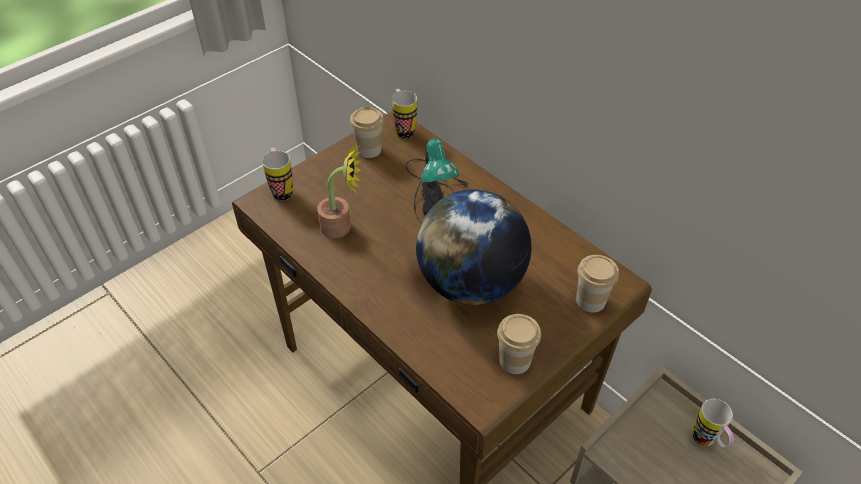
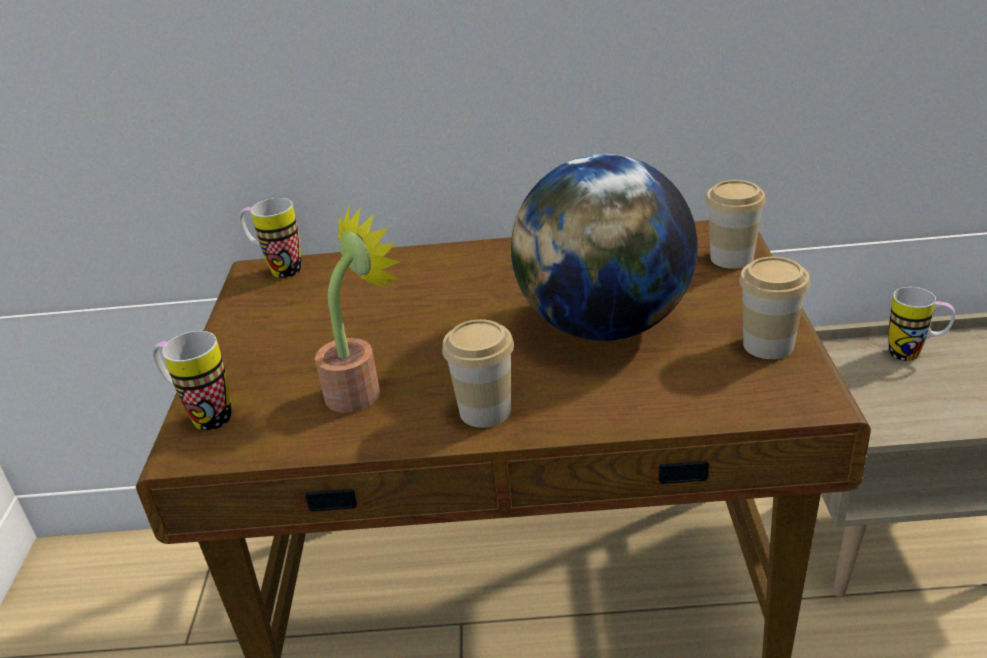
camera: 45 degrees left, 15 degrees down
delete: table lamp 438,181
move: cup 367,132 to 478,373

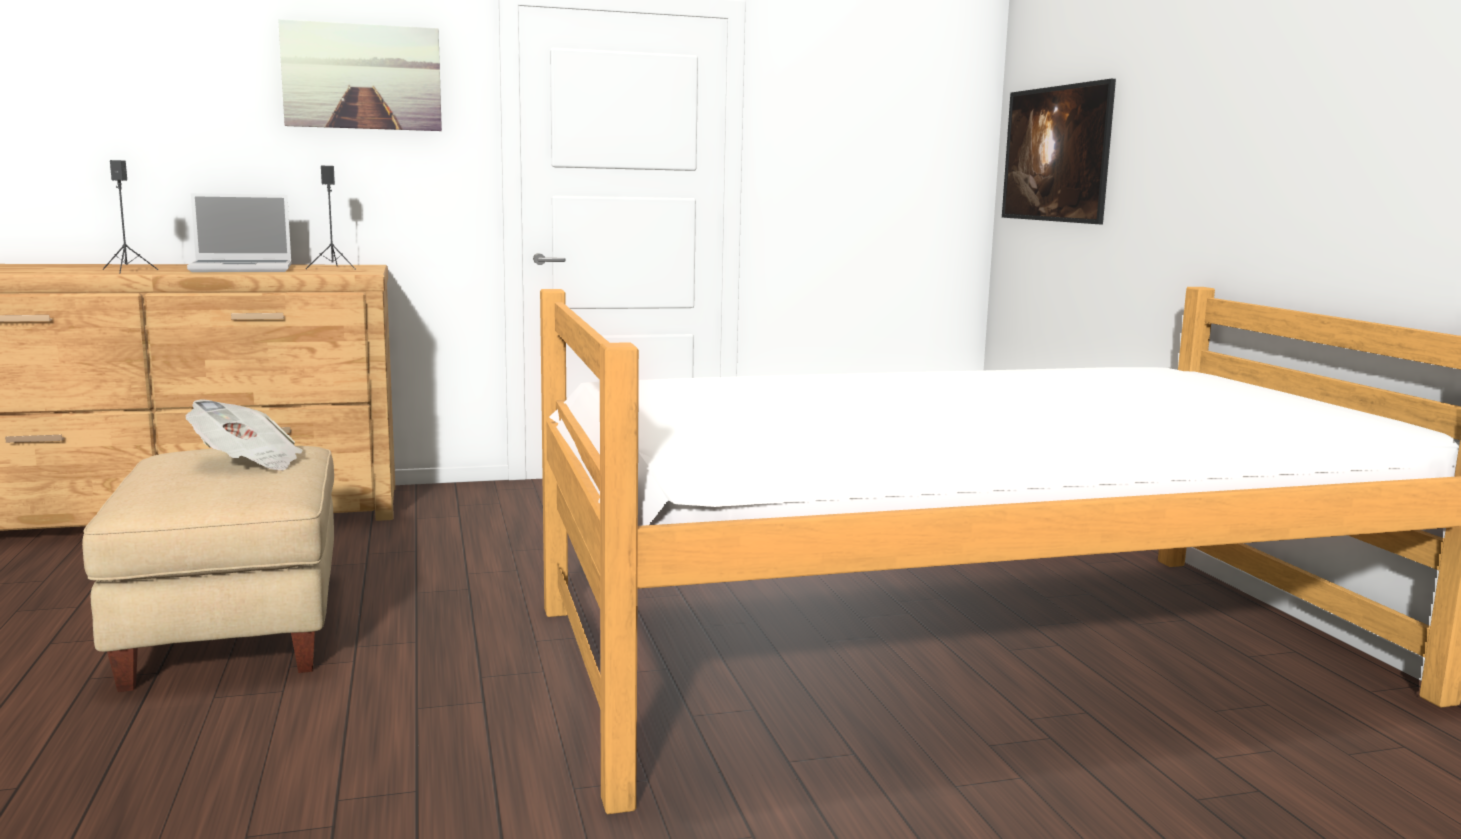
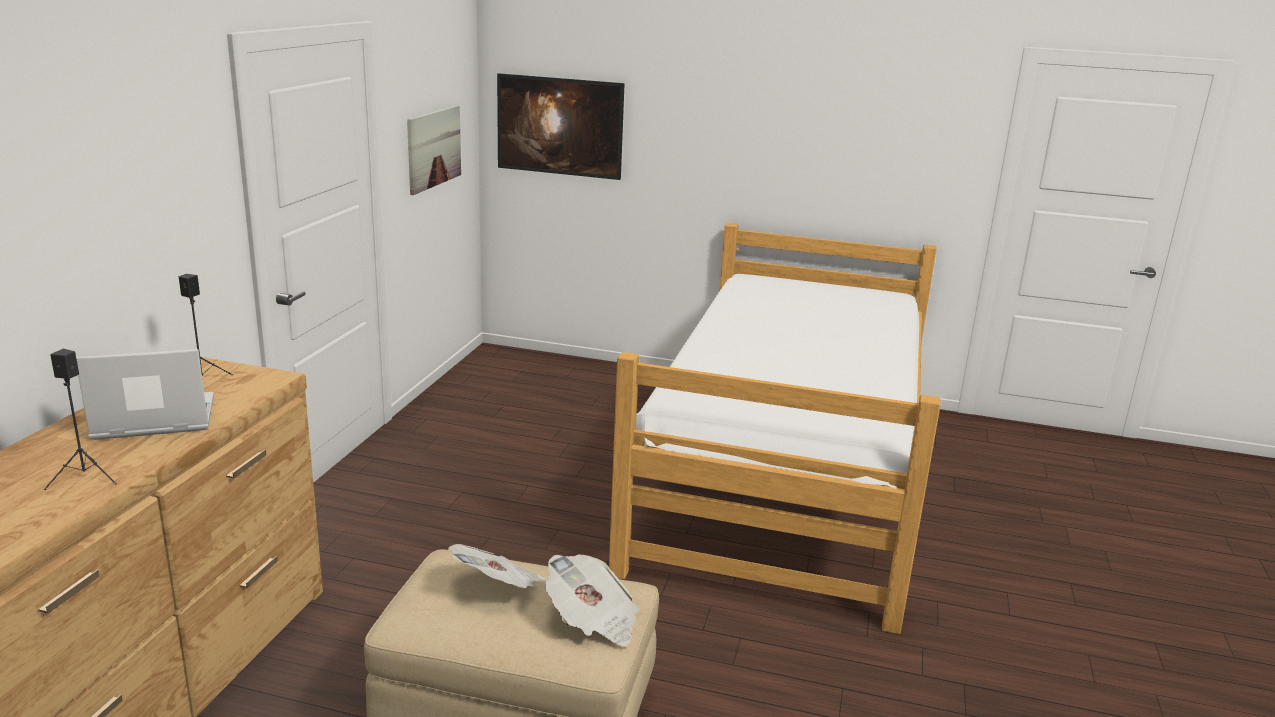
camera: 60 degrees left, 10 degrees up
insert: newspaper 592,600
move: picture 360,75 to 434,150
rotate: laptop 239,232 = 145,394 120 degrees counterclockwise

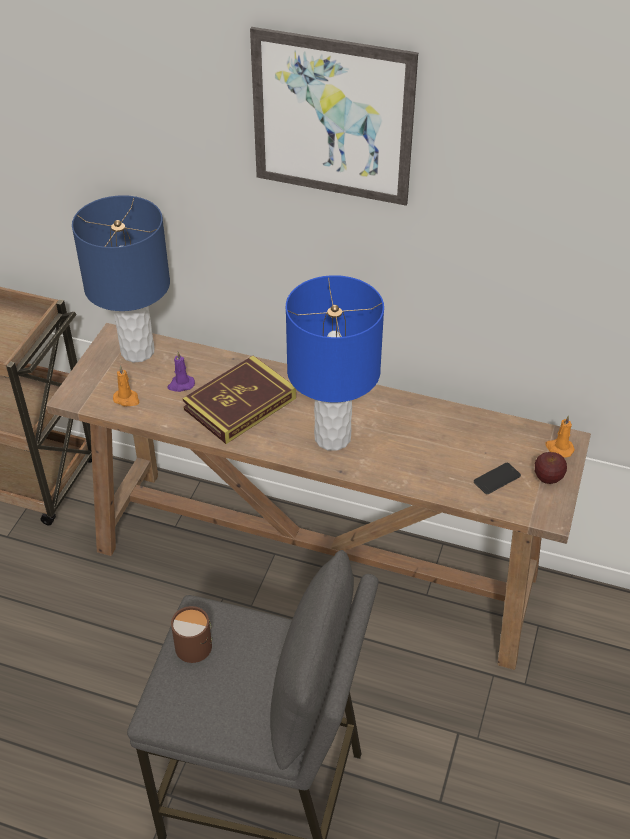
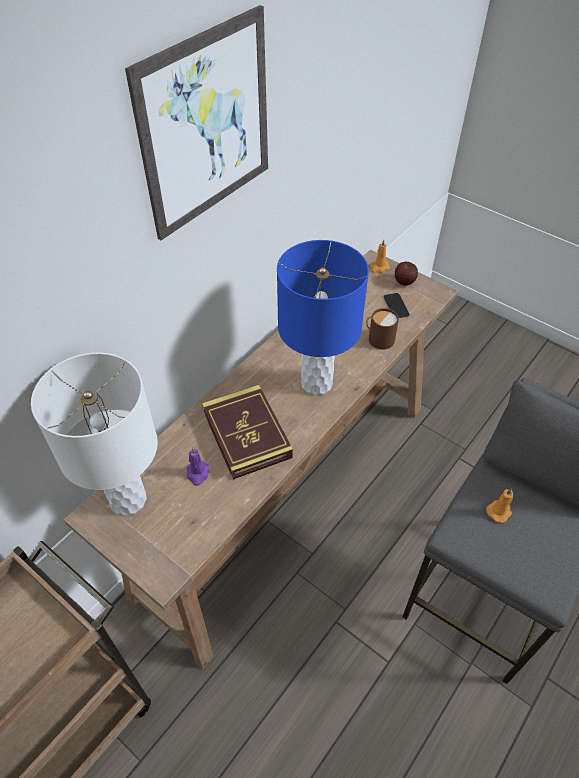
camera: 70 degrees left, 5 degrees up
move: brown mug 191,634 to 382,328; orange candle 126,385 to 499,505
recolor: blue table lamp 121,279 to white table lamp 94,434

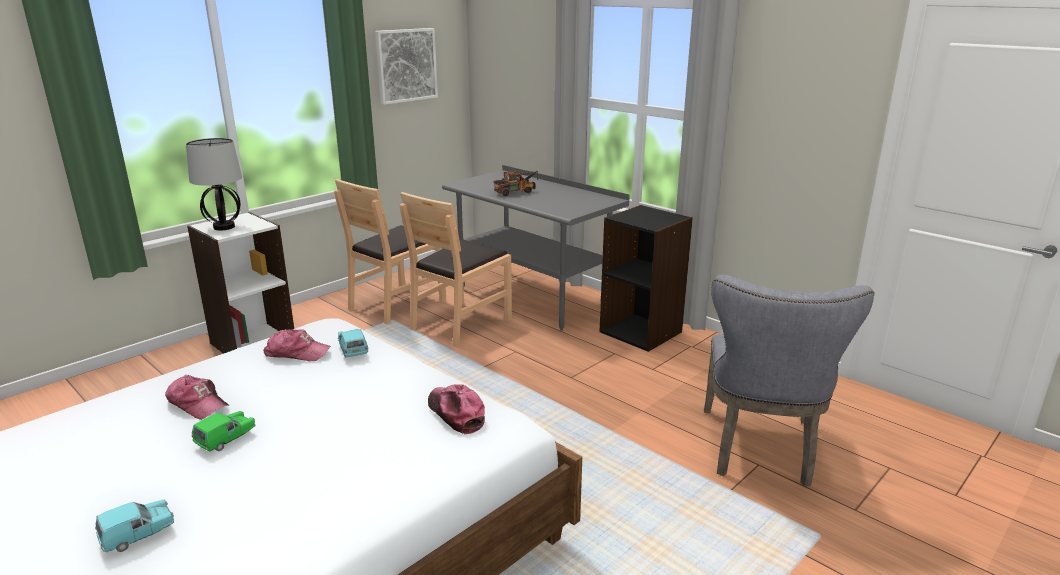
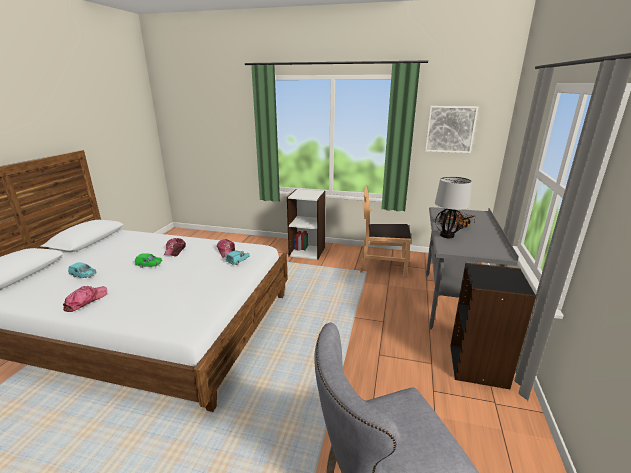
camera: 60 degrees right, 0 degrees up
delete: brown chair 456,269
move: cap 456,409 to 85,299; table lamp 214,184 to 453,207

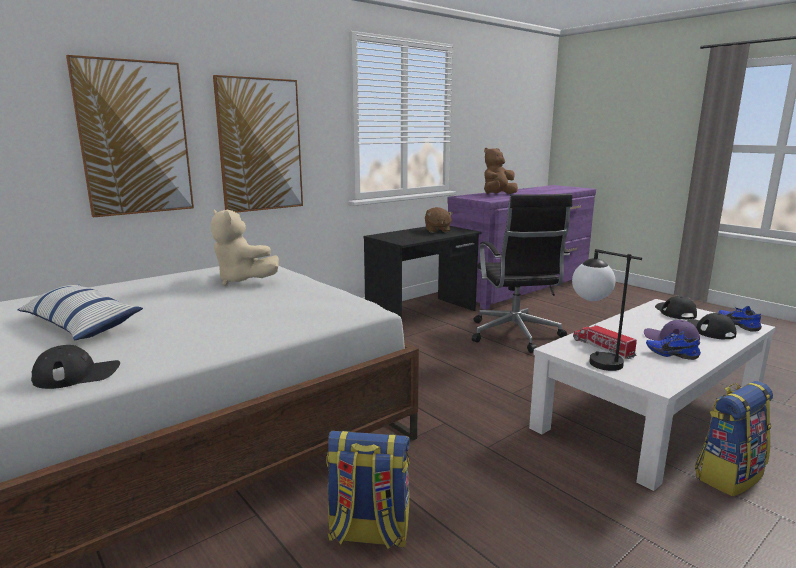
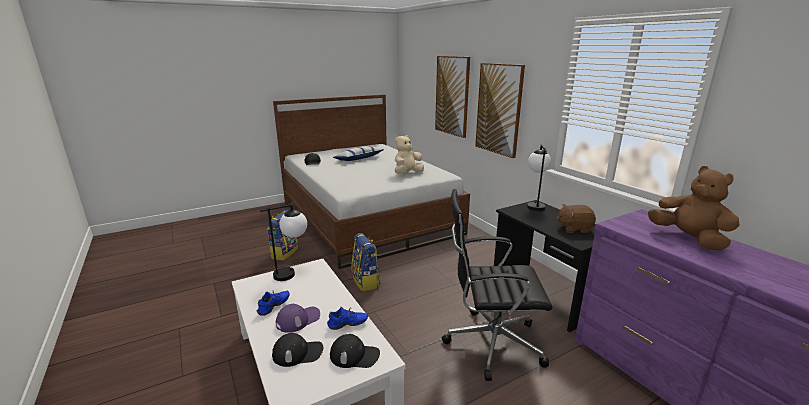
camera: 100 degrees right, 5 degrees up
delete: toy truck 605,342
insert: table lamp 539,177
move: blue shoe 740,319 to 347,318; backpack 734,439 to 366,262

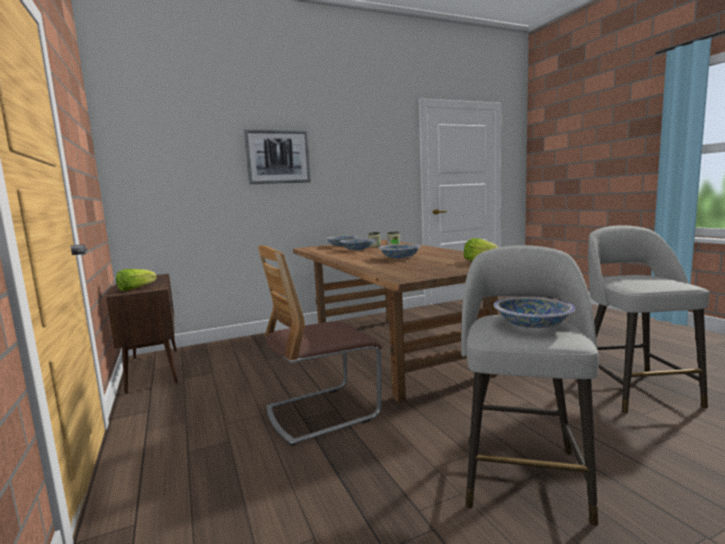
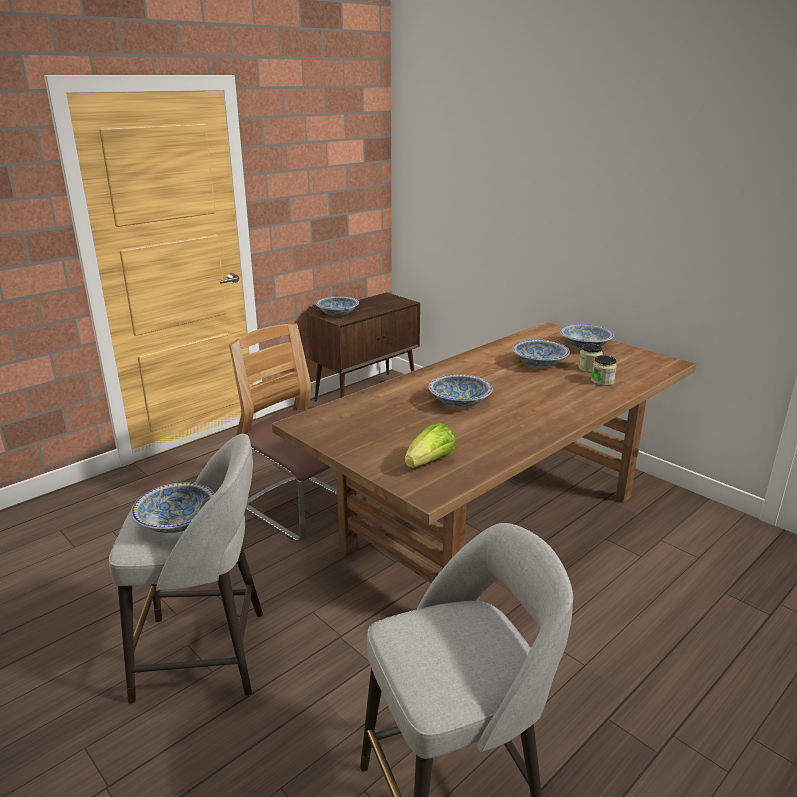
camera: 70 degrees right, 15 degrees up
delete: picture 277,156
replace: lettuce 136,280 to bowl 337,306

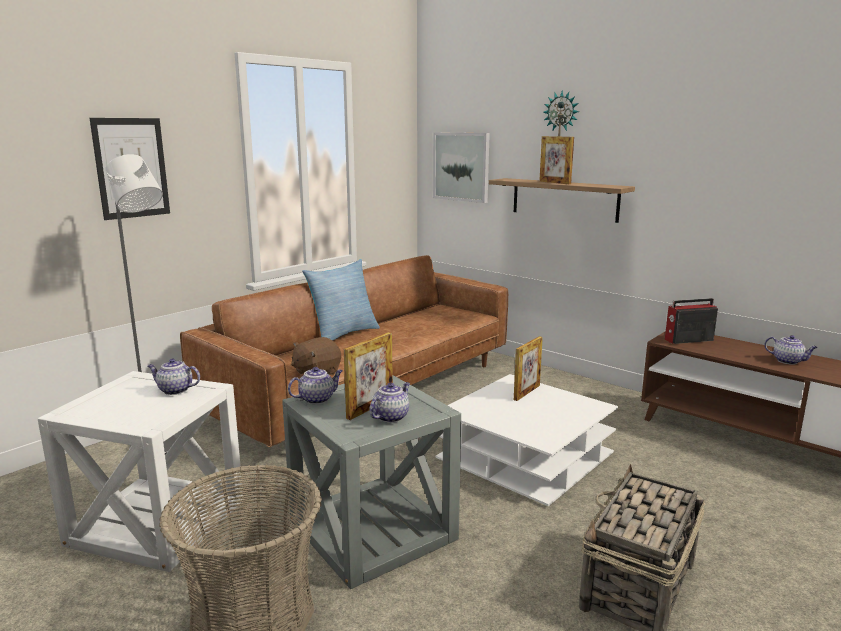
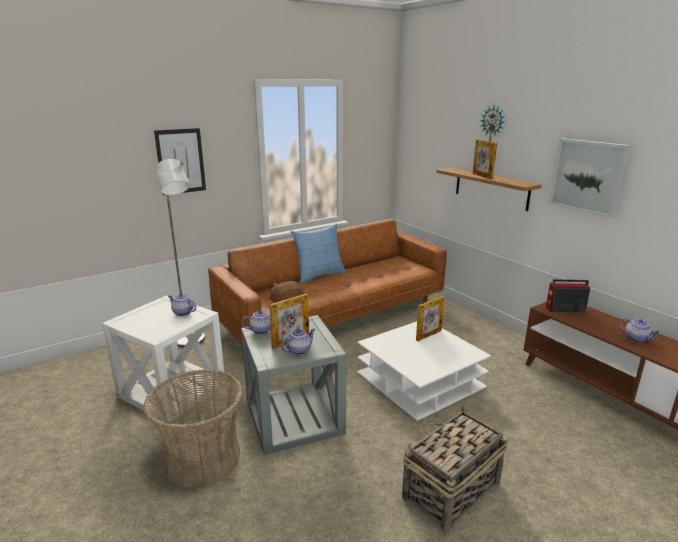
camera: 15 degrees right, 5 degrees up
move: picture 461,167 to 590,178

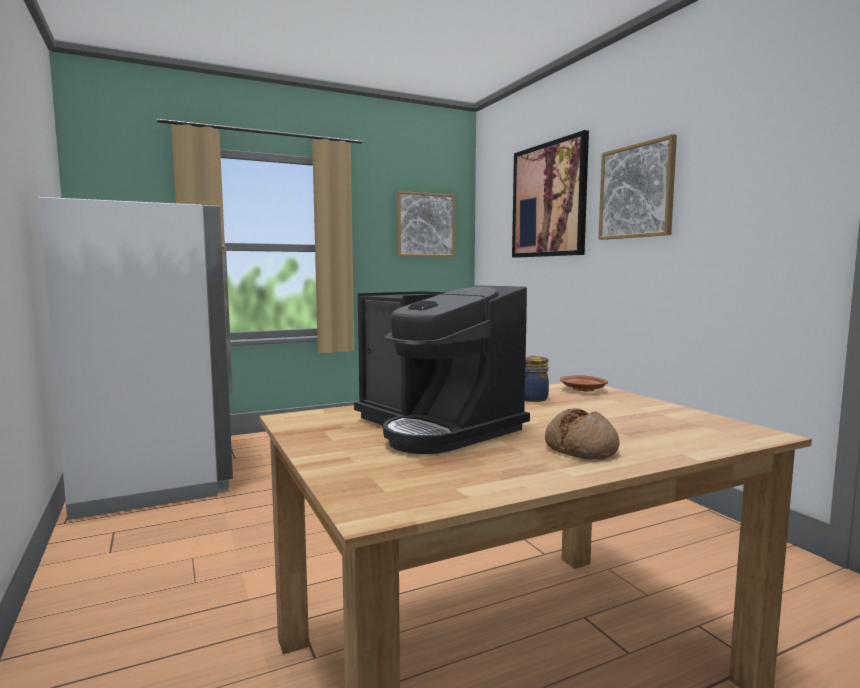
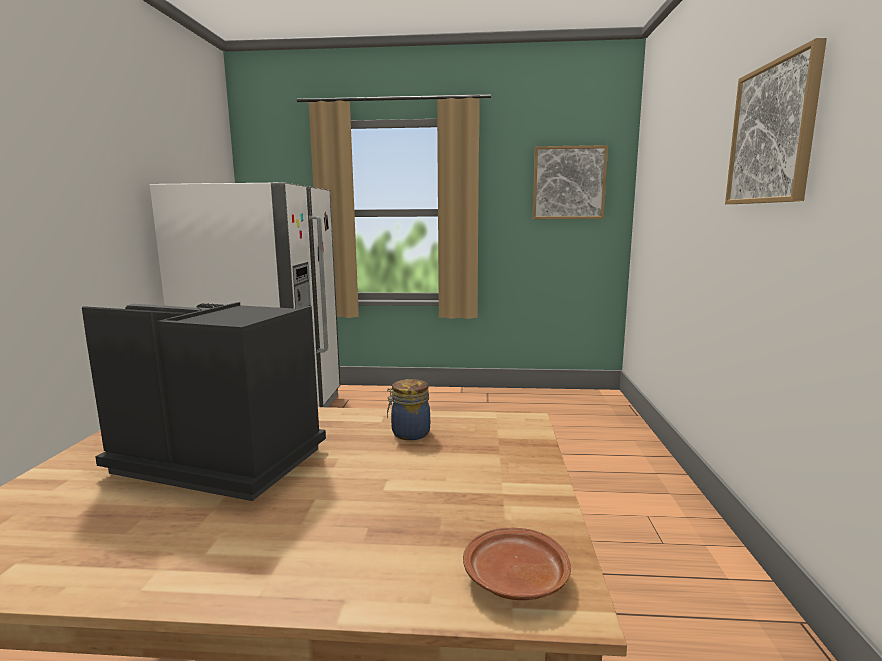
camera: 30 degrees right, 5 degrees up
delete: picture 550,194; bread 582,434
move: brown plate 584,383 to 517,564
rotate: coffee machine 442,369 = 204,401 120 degrees clockwise

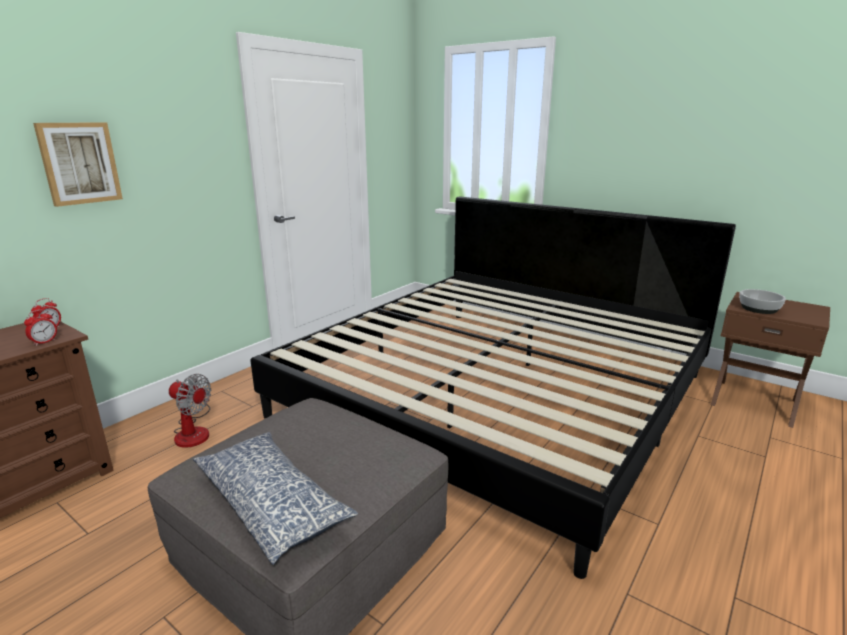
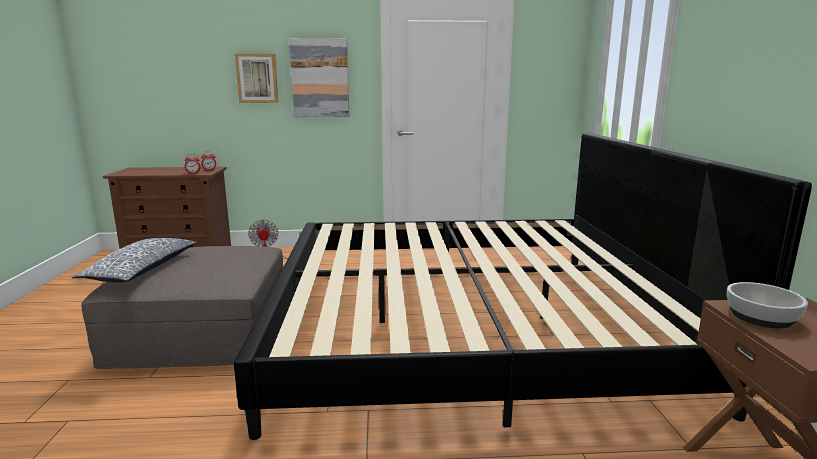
camera: 50 degrees right, 5 degrees down
insert: picture 319,78

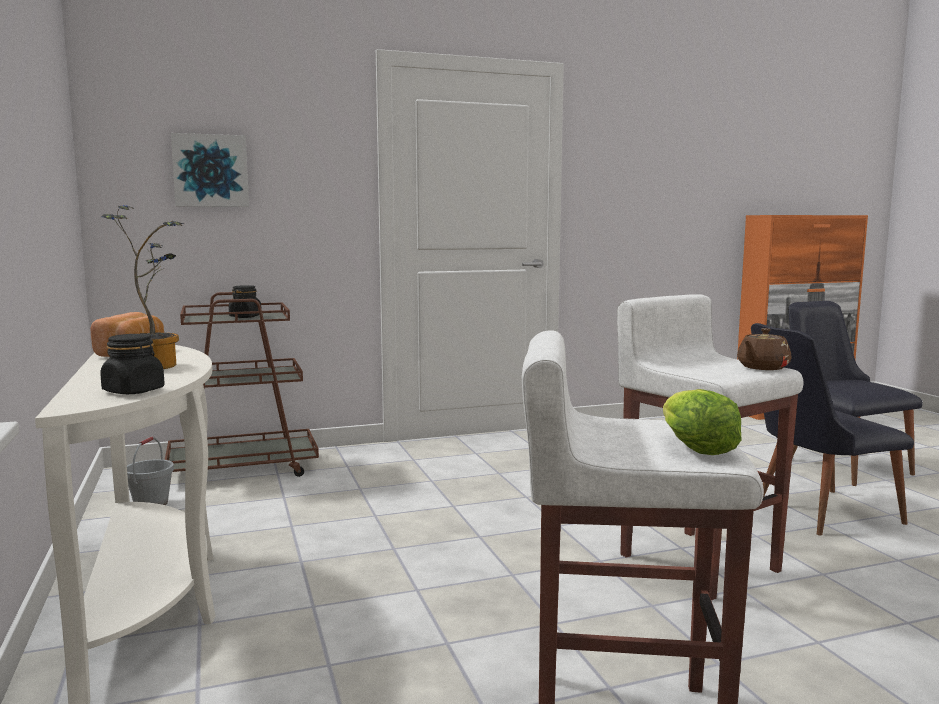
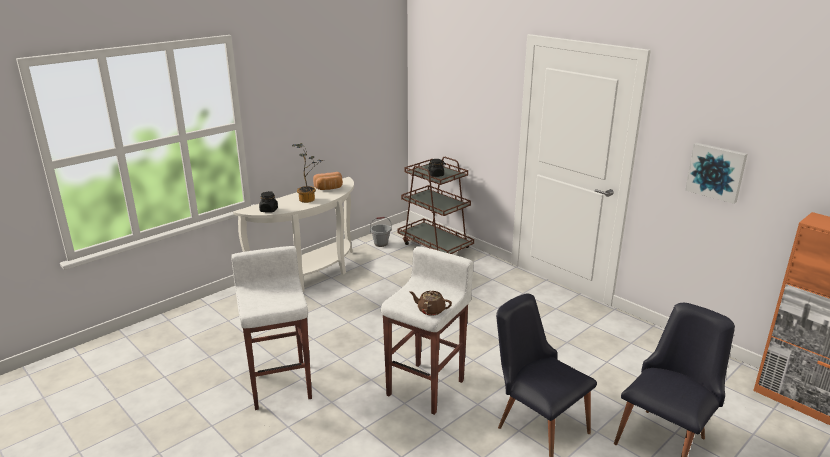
camera: 65 degrees right, 15 degrees up
delete: lettuce 702,422
move: picture 210,170 to 716,173

